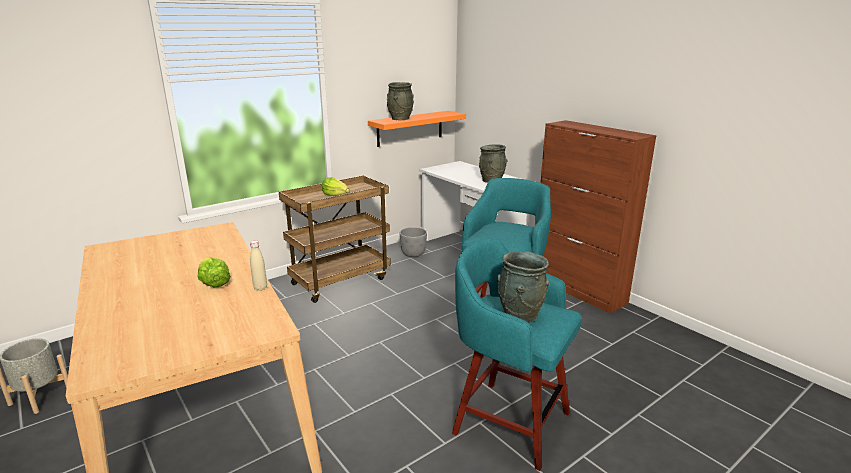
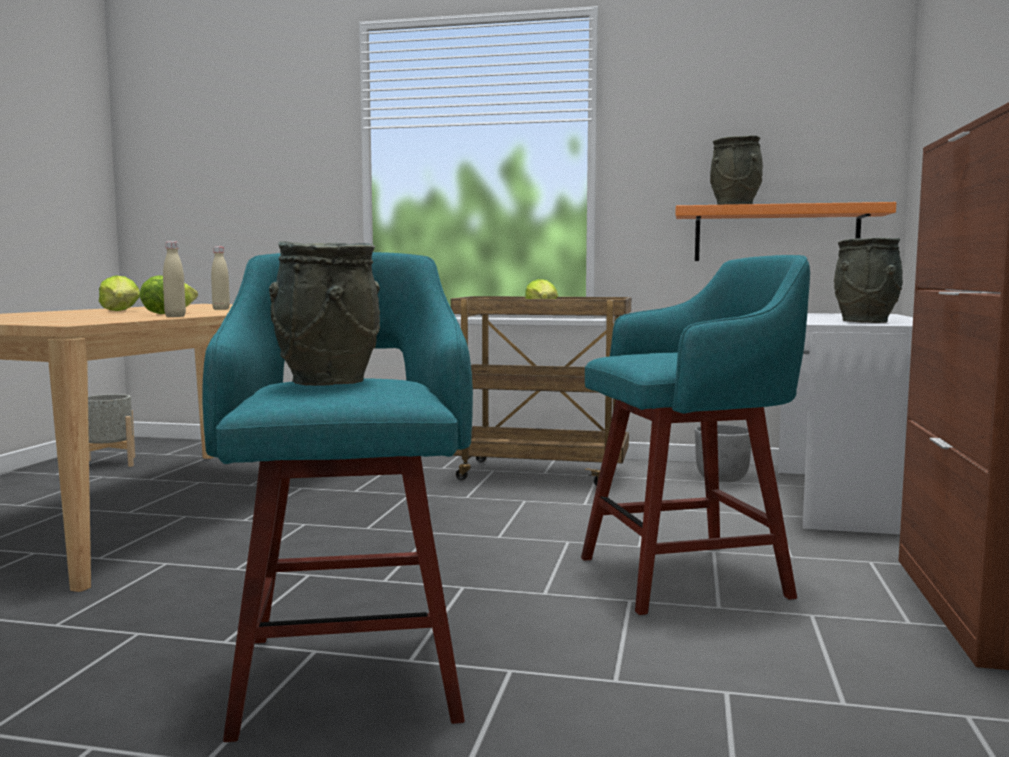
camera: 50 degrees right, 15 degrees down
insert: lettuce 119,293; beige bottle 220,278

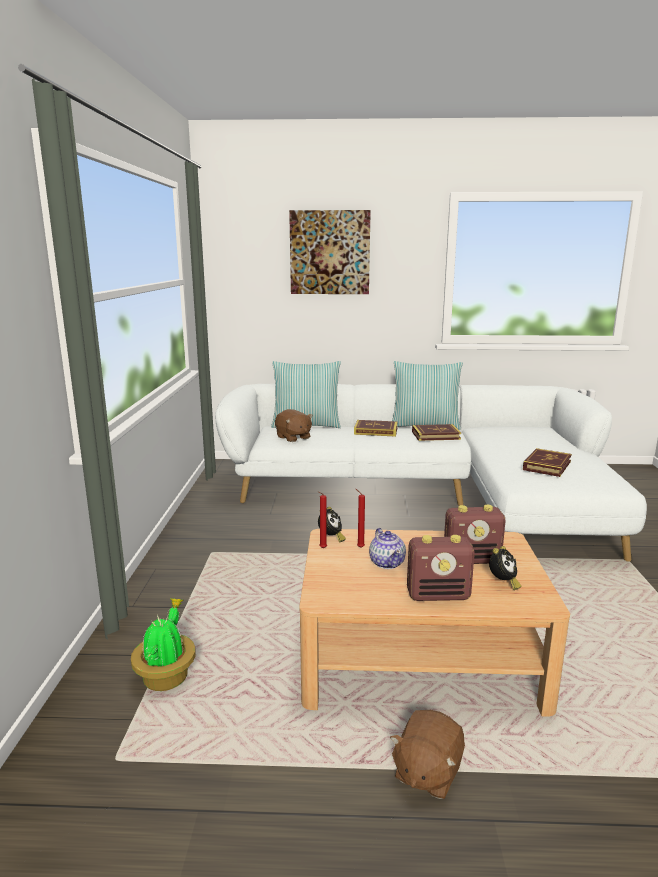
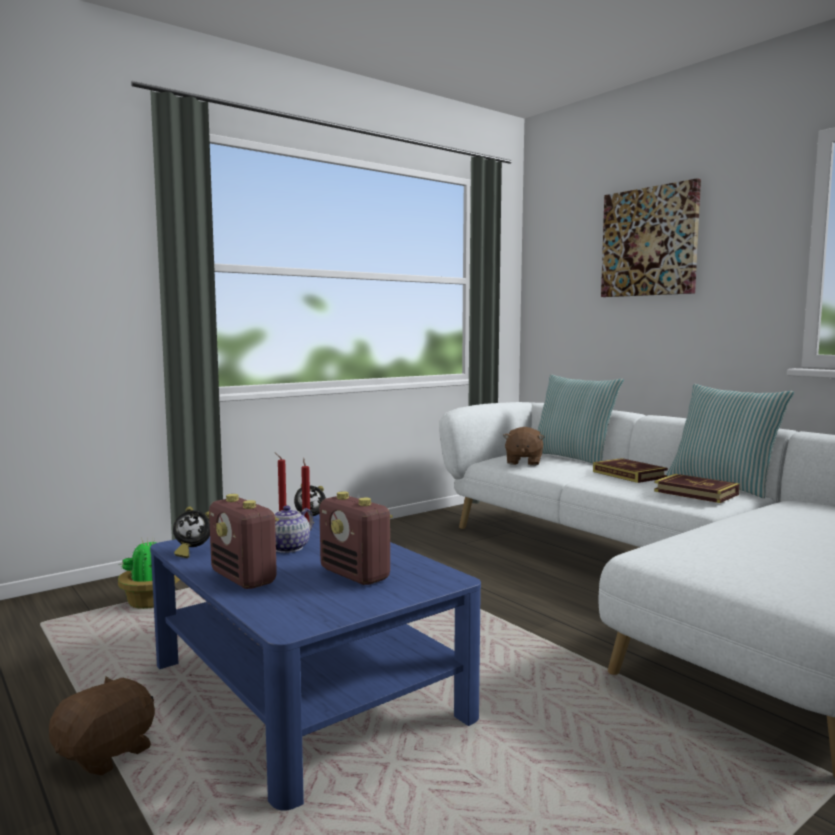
camera: 50 degrees right, 10 degrees down
delete: book 547,462
move: alarm clock 505,568 to 191,532
recolor: beige coffee table 434,623 to blue coffee table 315,662
rotate: brown plush toy 427,754 = 102,726 135 degrees clockwise

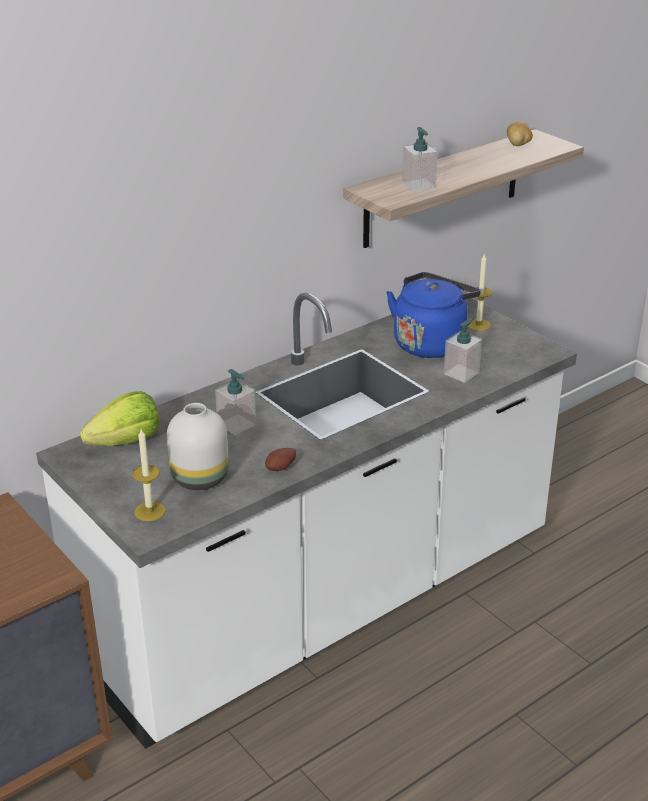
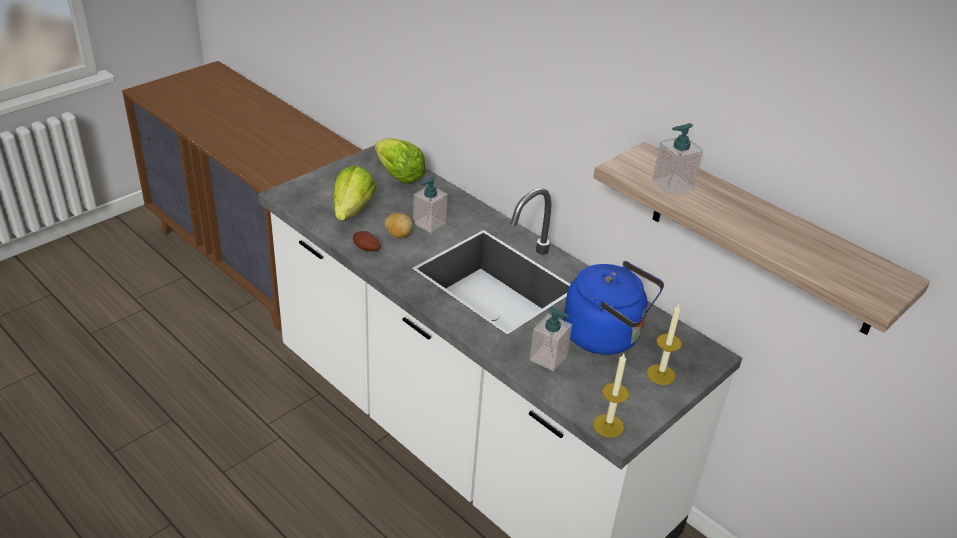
camera: 80 degrees right, 5 degrees up
move: potato 520,133 to 398,225; candle 149,475 to 611,395
replace: white vase 198,446 to lettuce 354,193

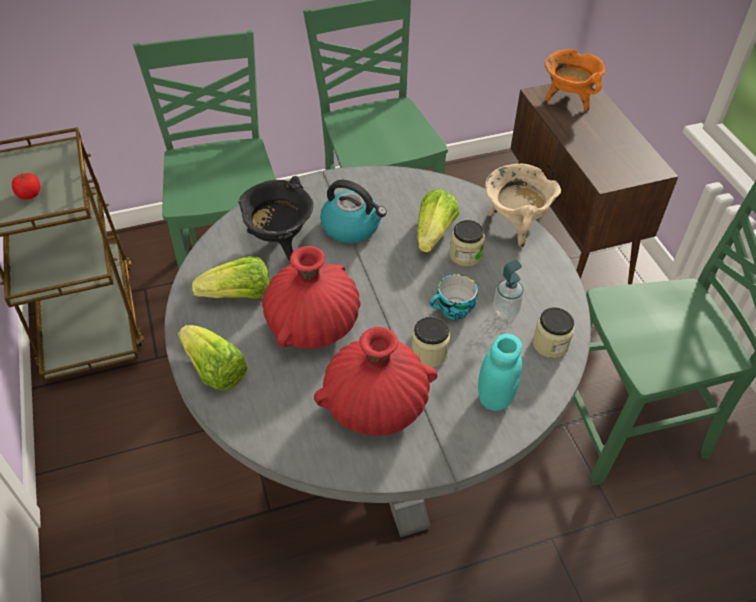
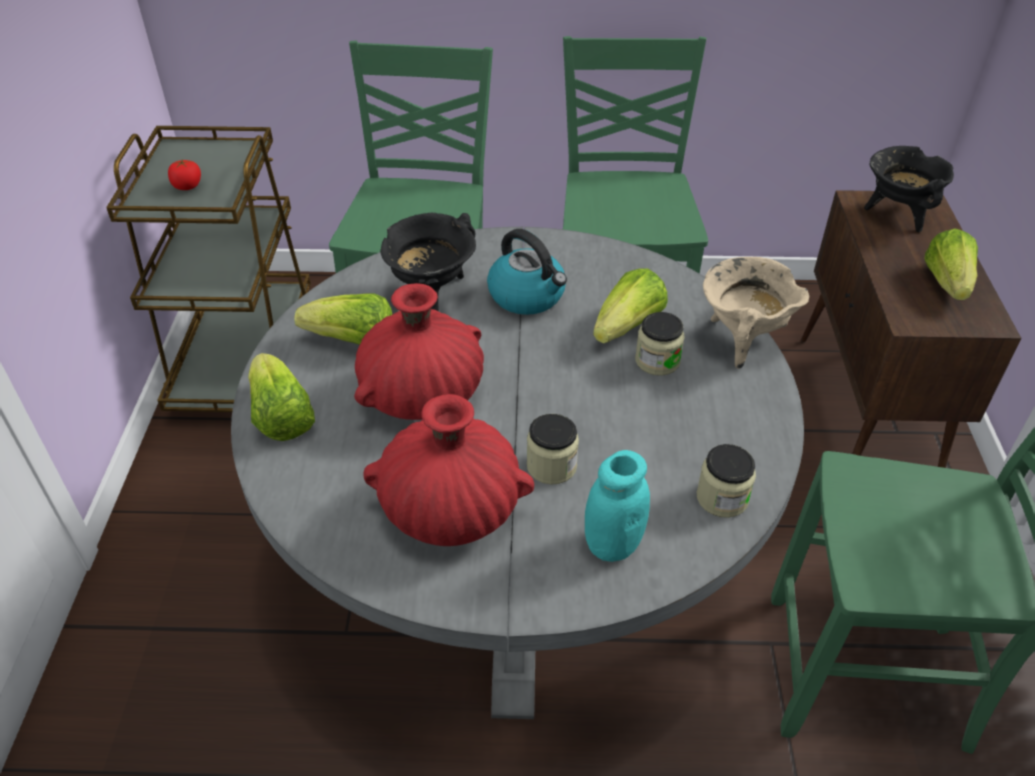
camera: 20 degrees right, 5 degrees down
delete: cup 454,297; soap dispenser 508,289
insert: lettuce 951,264
recolor: orange cooking pot 575,80 to black cooking pot 909,189

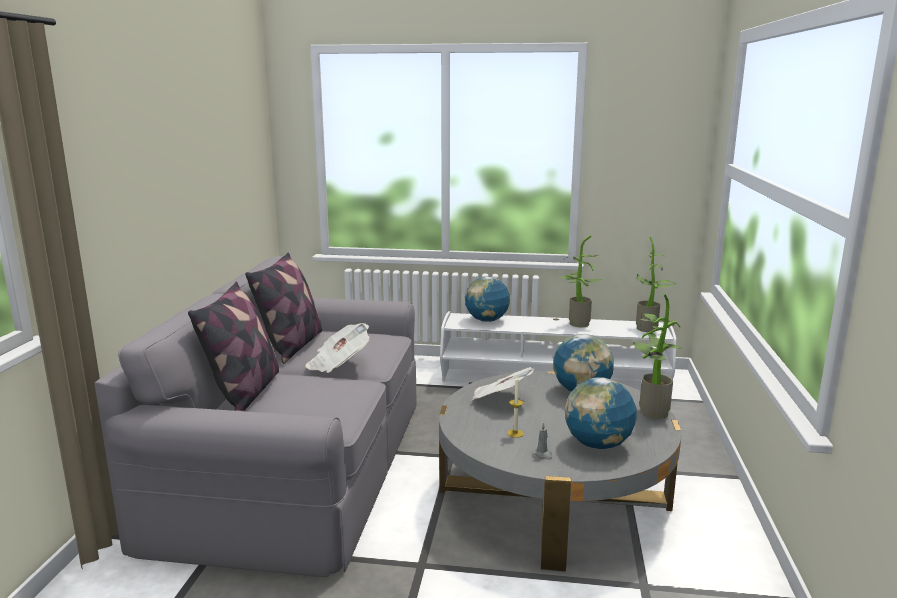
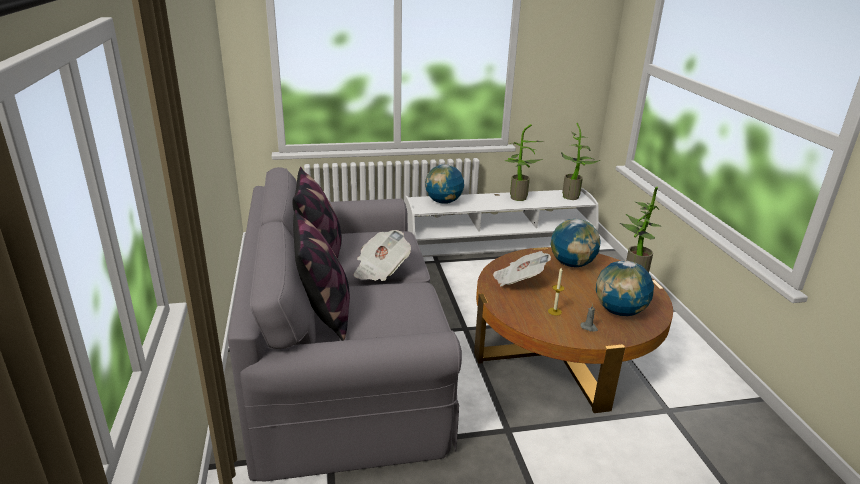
camera: 20 degrees left, 10 degrees up
recolor: grey coffee table 560,471 to brown coffee table 573,330

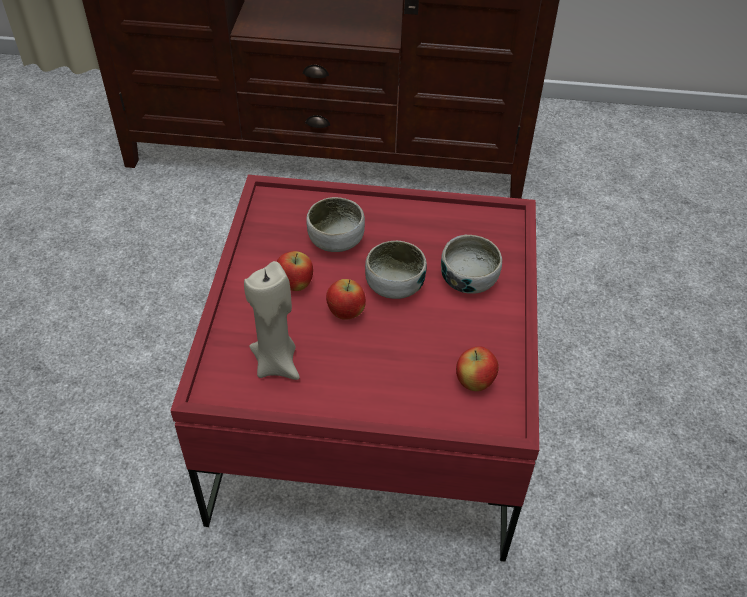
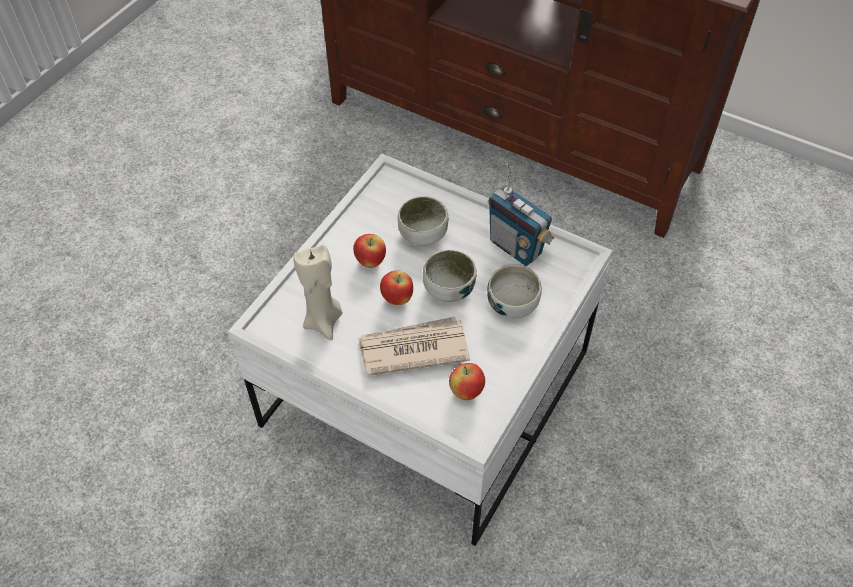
camera: 25 degrees right, 5 degrees up
insert: newspaper 414,346; radio 521,214
recolor: red coffee table 354,368 to white coffee table 420,350

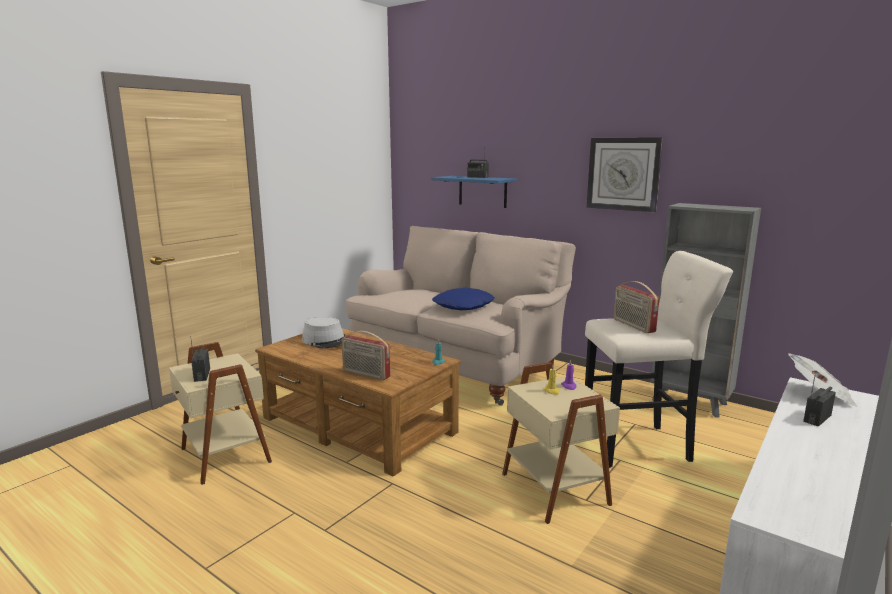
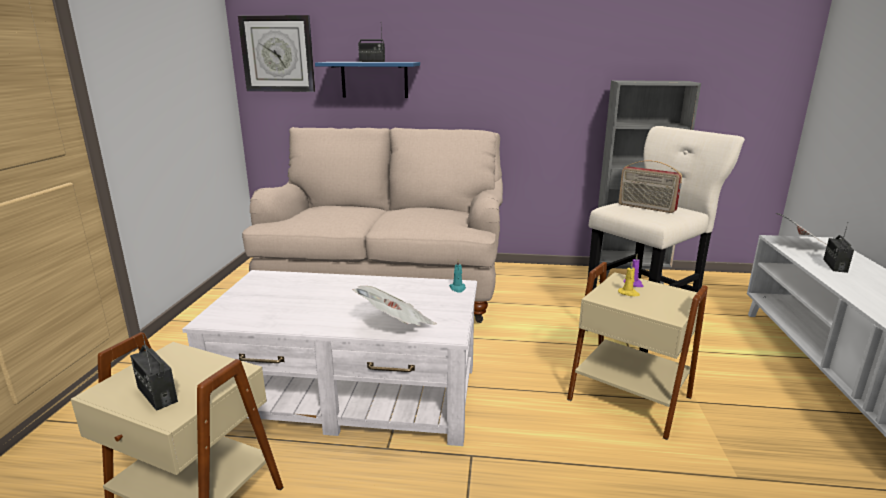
camera: 30 degrees left, 5 degrees up
delete: grey hat 323,333; blue pillow 463,299
move: wall clock 625,174 to 276,53
replace: radio 366,355 to newspaper 394,306
recolor: brown coffee table 358,402 to white coffee table 329,358

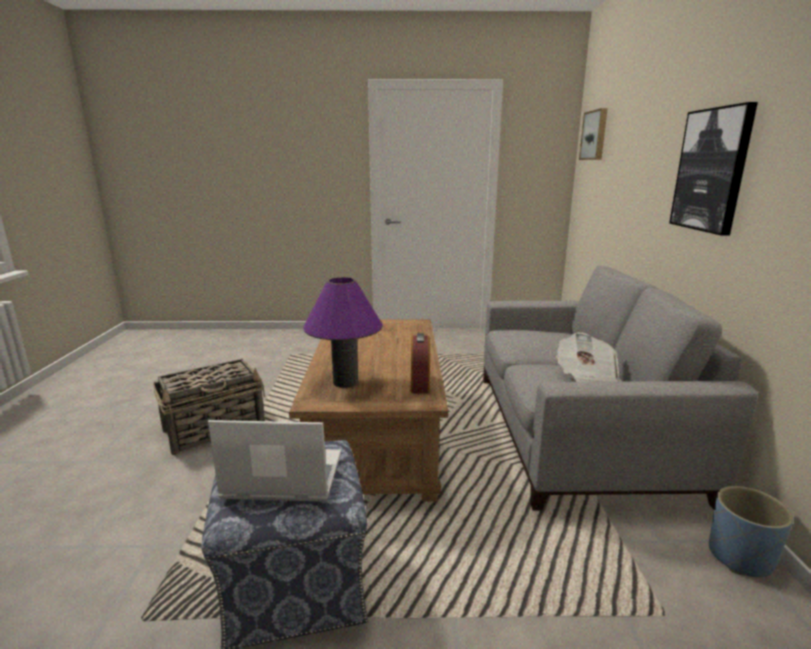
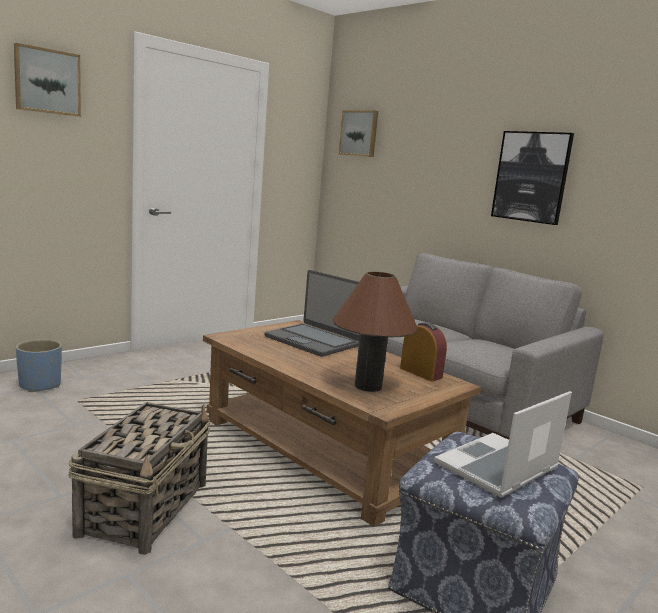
camera: 45 degrees left, 5 degrees down
delete: newspaper 587,357
insert: picture 47,80; laptop 312,313
move: blue planter 751,531 to 39,365
recolor: purple table lamp 343,332 to brown table lamp 375,332

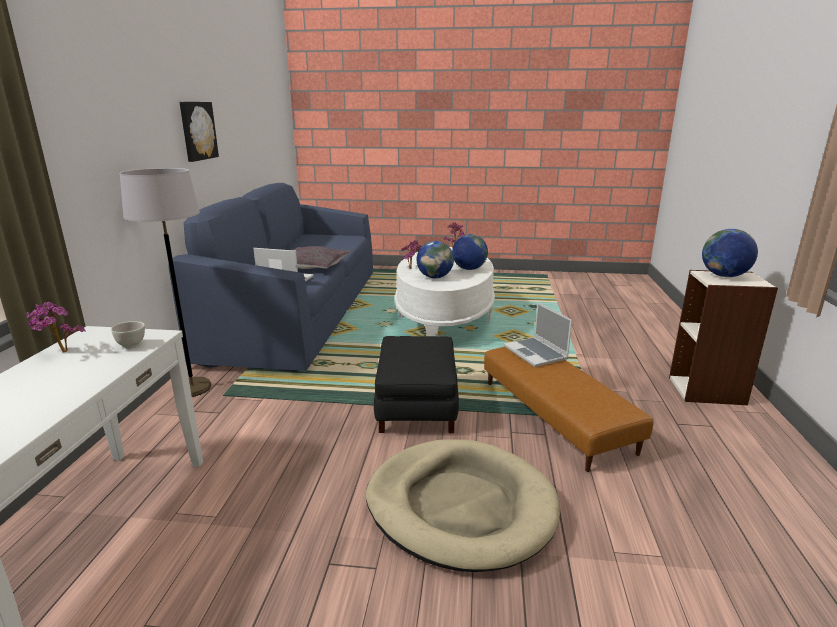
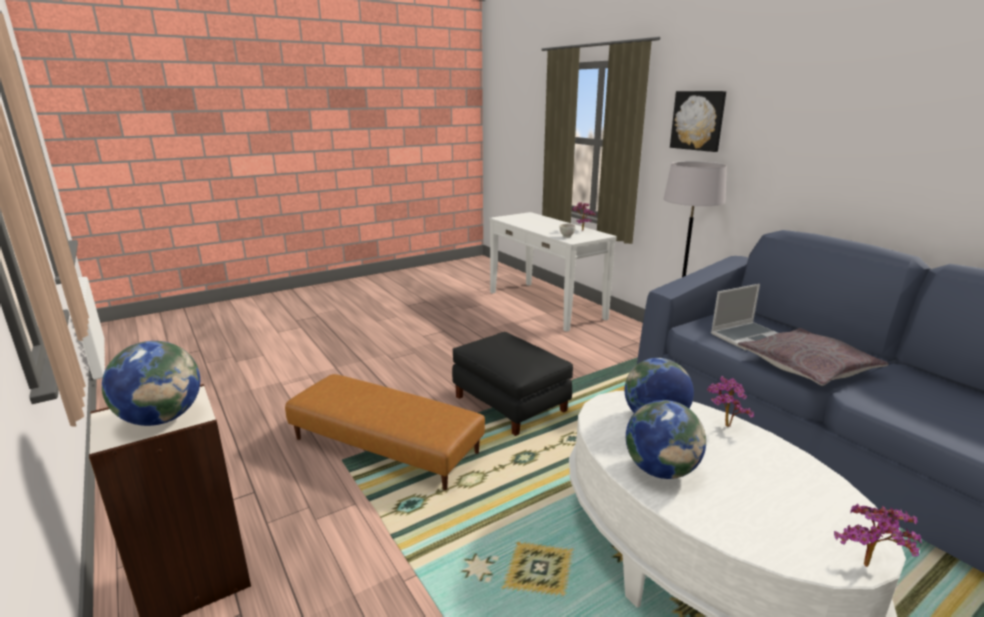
camera: 140 degrees right, 0 degrees up
delete: beige dog bed 463,505; laptop 538,334
move: picture 199,132 to 698,121

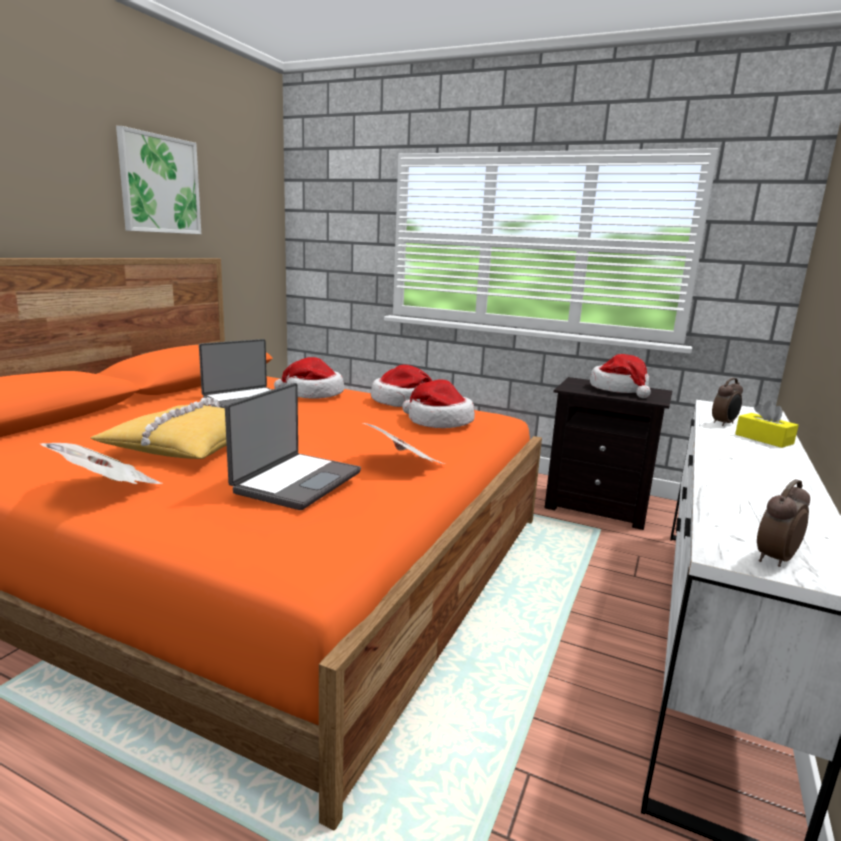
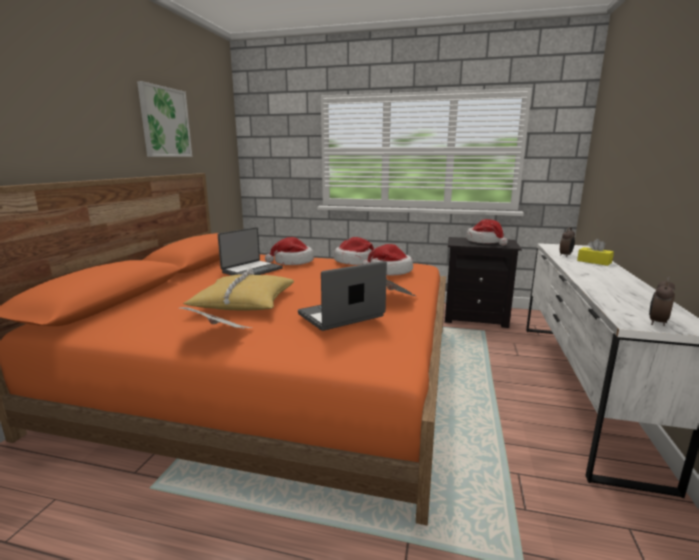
camera: 10 degrees left, 0 degrees up
rotate: laptop 293,446 = 342,296 135 degrees counterclockwise

